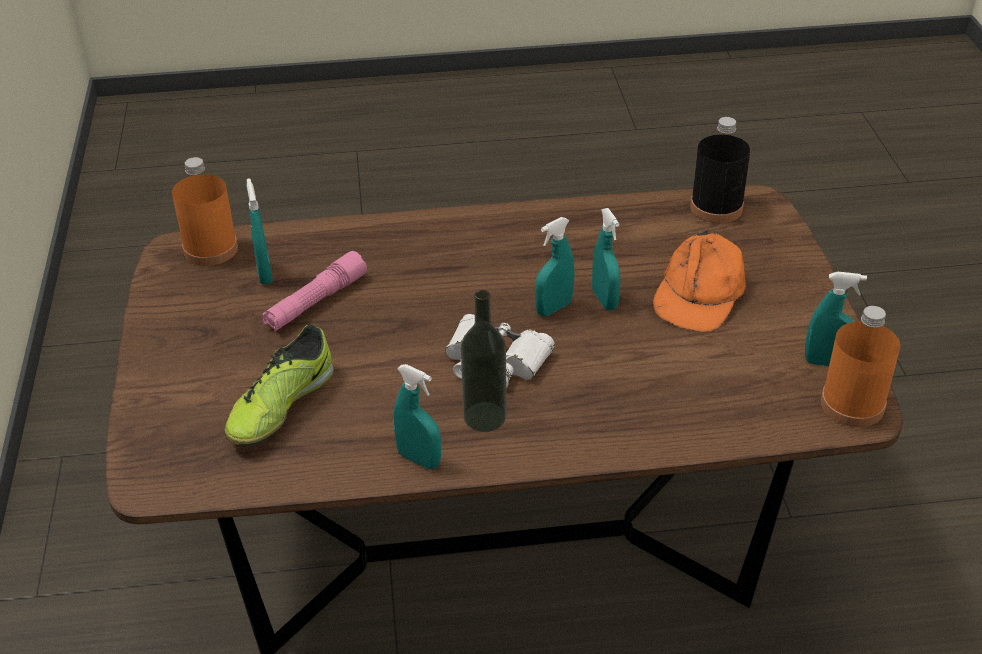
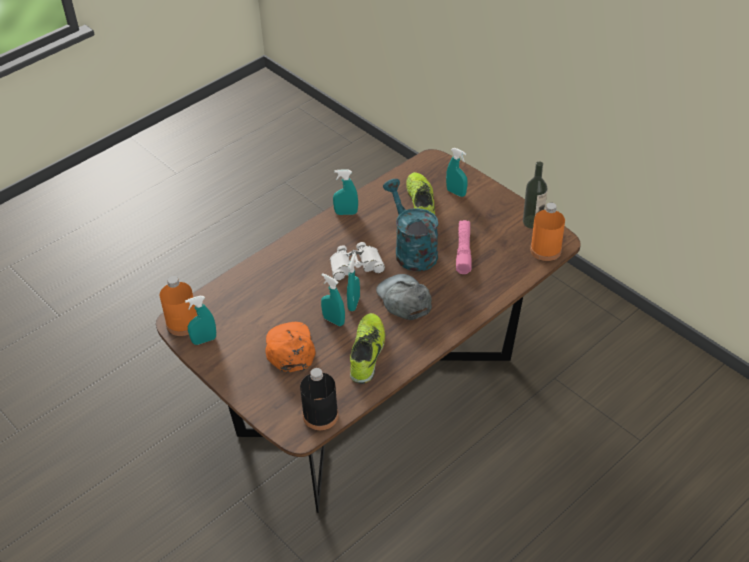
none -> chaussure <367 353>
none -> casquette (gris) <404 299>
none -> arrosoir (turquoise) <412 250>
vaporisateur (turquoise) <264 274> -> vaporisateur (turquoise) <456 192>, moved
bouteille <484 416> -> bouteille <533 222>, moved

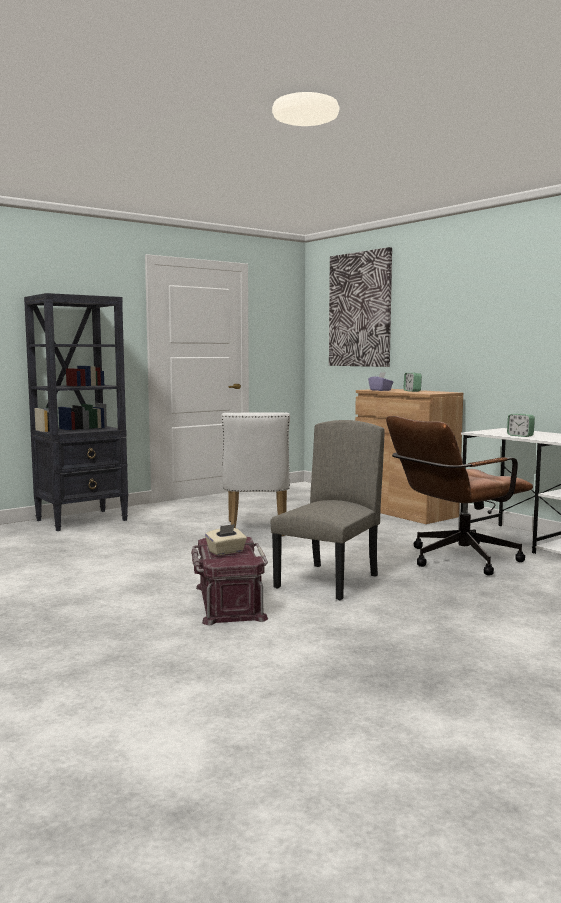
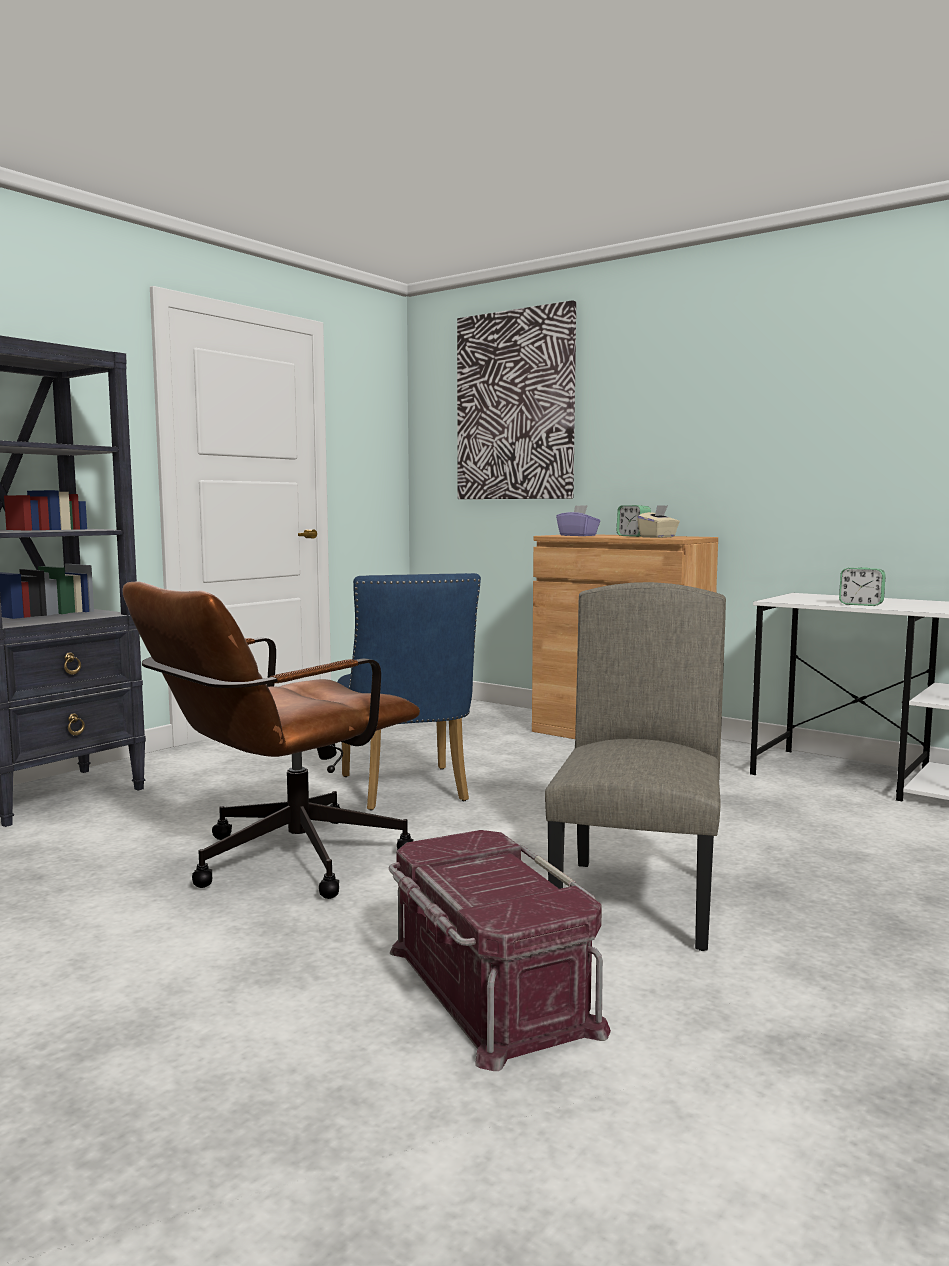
chaise de bureau (marron) <454 560> -> chaise de bureau (marron) <280 863>, moved
chaise (blanc) <256 530> -> chaise (bleu) <406 792>
boîte à mouchoirs (beige) <226 552> -> boîte à mouchoirs (beige) <658 537>, moved

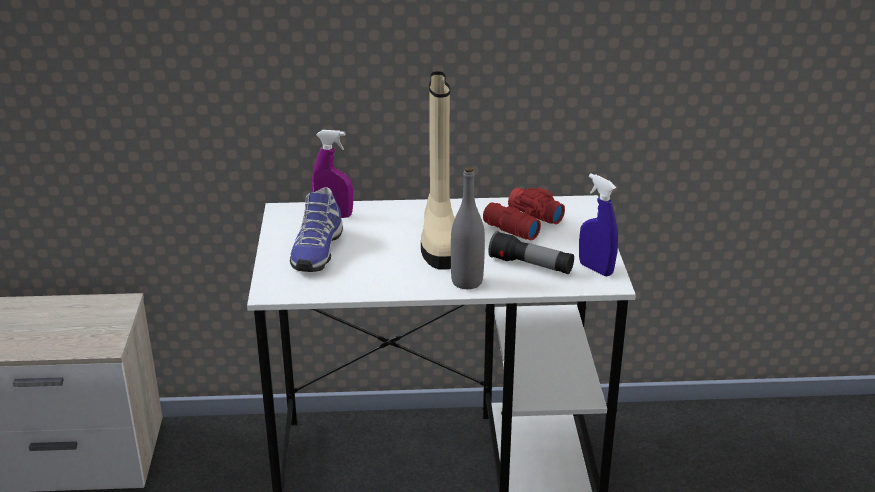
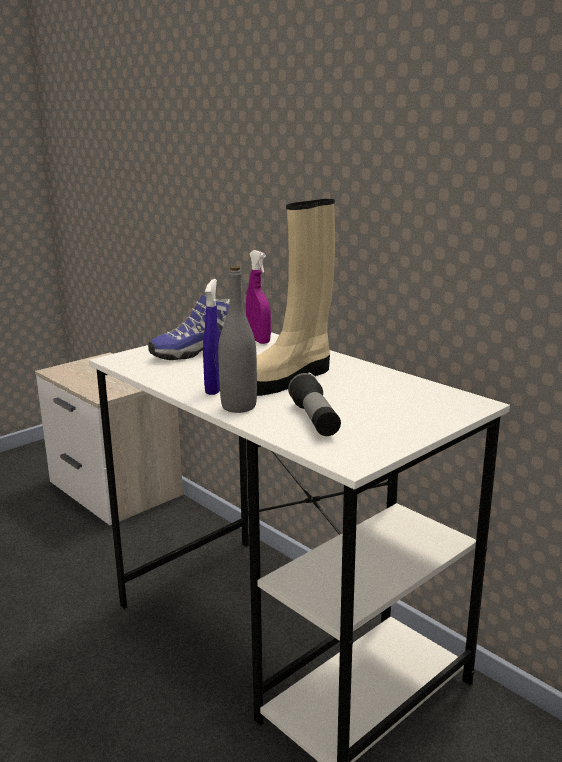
vaporisateur (bleu) <595 269> -> vaporisateur (bleu) <215 388>, moved
jumelles (rouge) <521 223> -> none

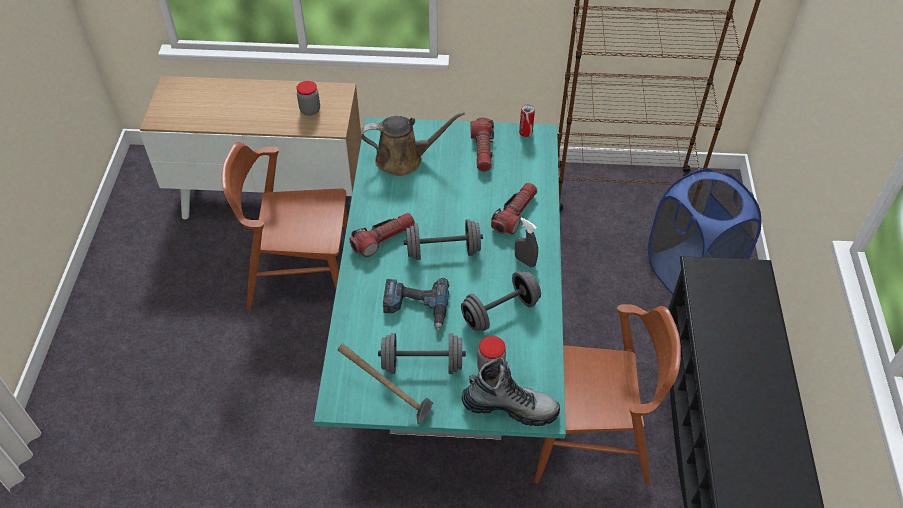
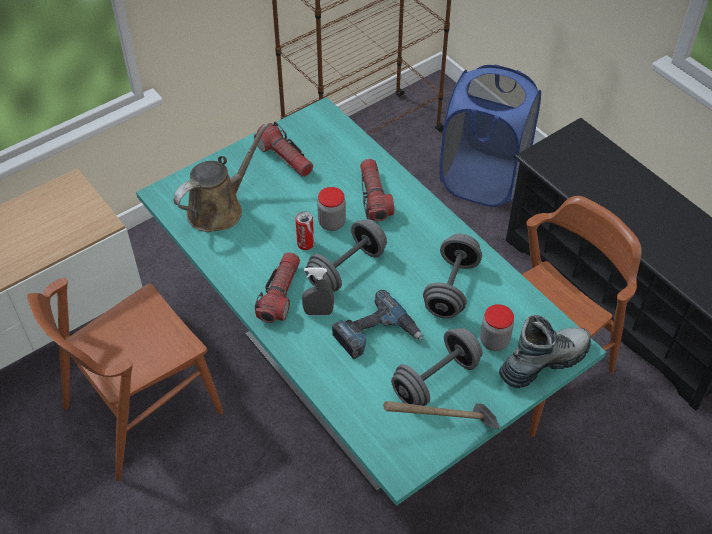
boîte métallique <525 133> -> boîte métallique <305 244>, moved
vaporisateur (gris) <525 261> -> vaporisateur (gris) <318 312>, moved
bocal <310 110> -> bocal <332 223>, moved

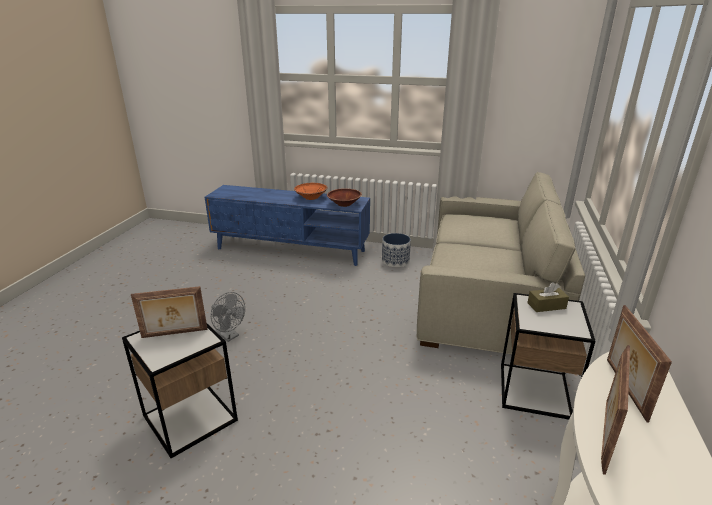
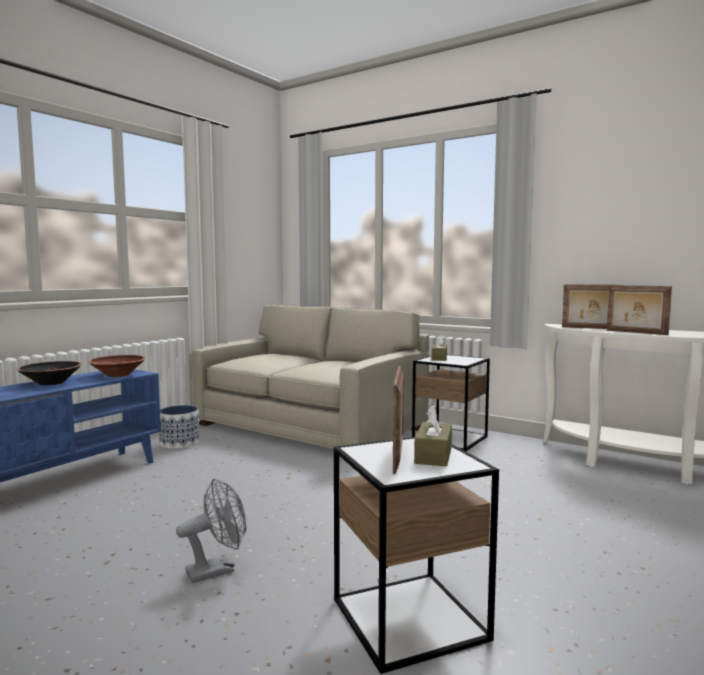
bol (orange) <311 197> -> bol (noir) <51 383>
none -> boîte à mouchoirs (marron) <433 455>

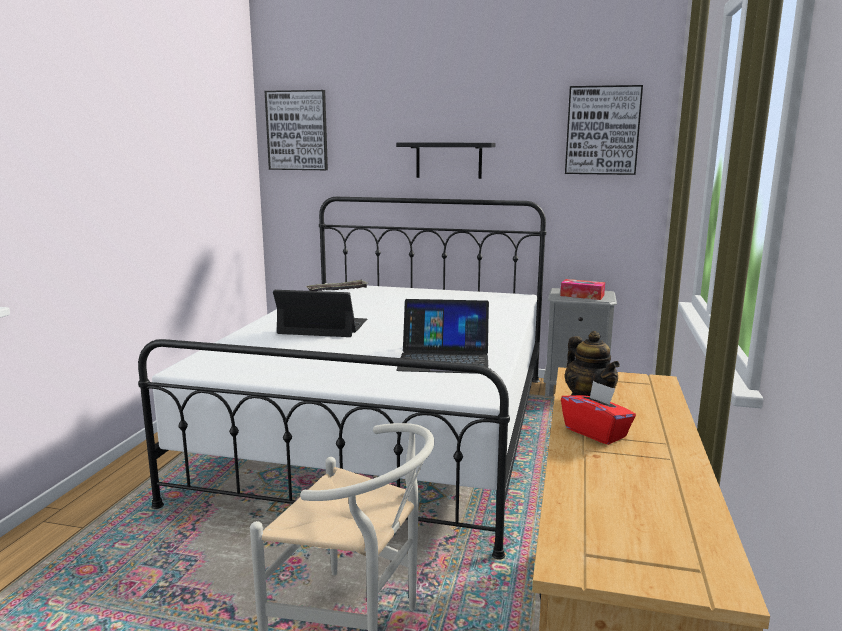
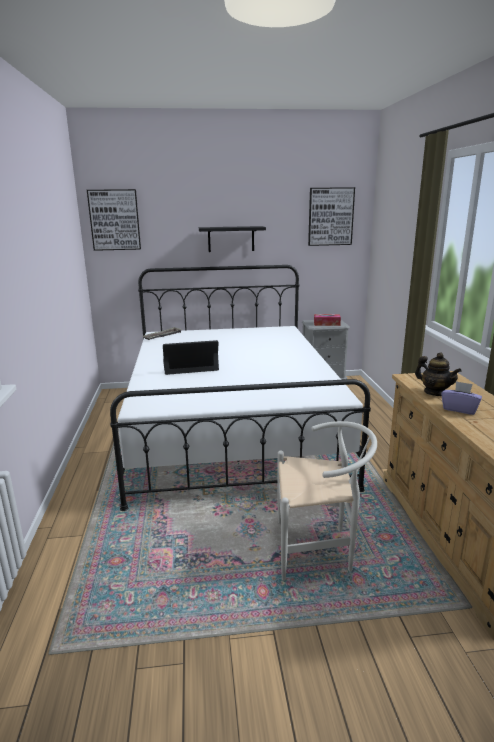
boîte à mouchoirs (rouge) <596 432> -> boîte à mouchoirs (violet) <459 409>
ordinateur portable <444 359> -> none

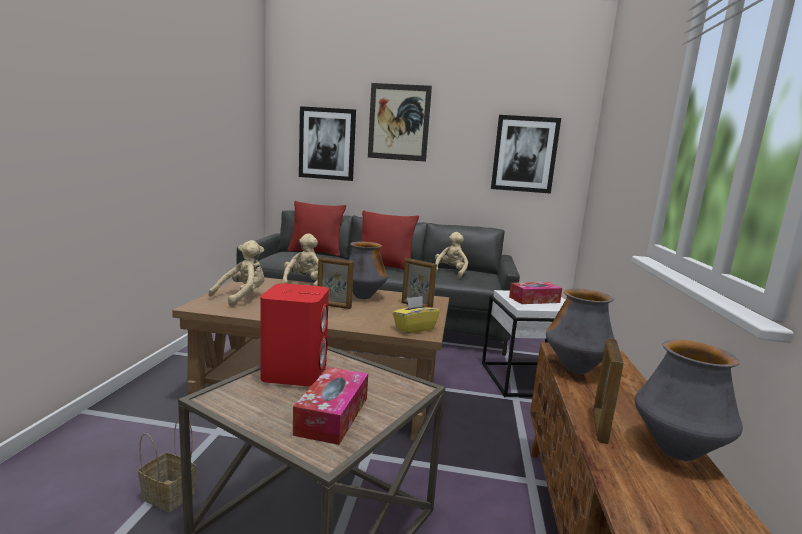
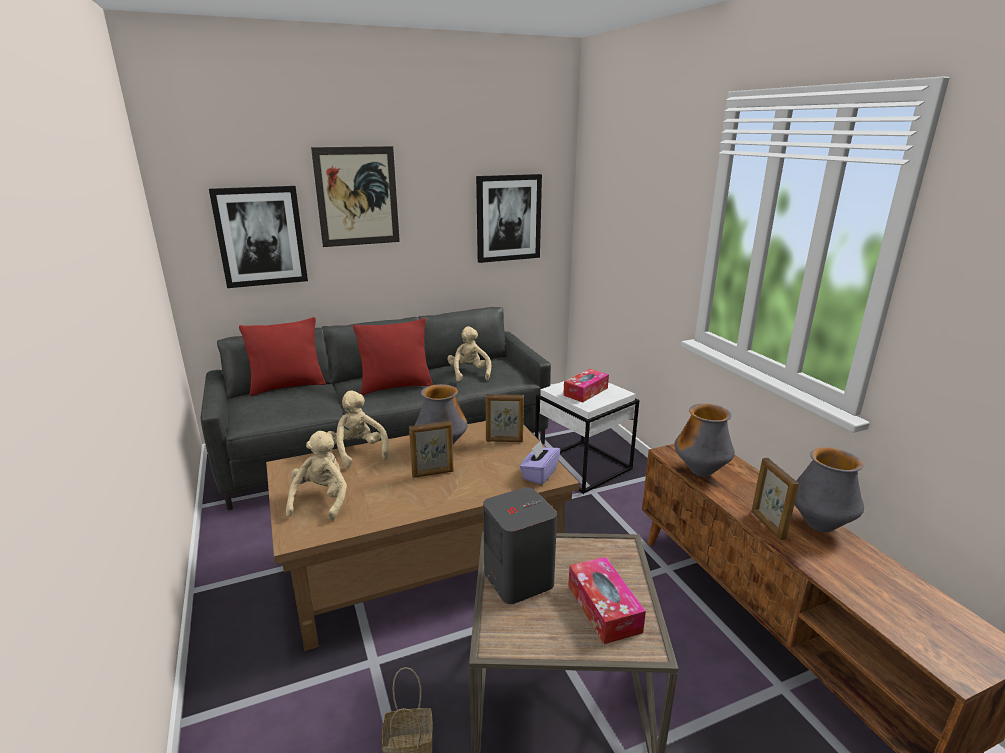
enceinte (rouge) <295 372> -> enceinte (gris) <518 578>
boîte à mouchoirs (jaune) <414 328> -> boîte à mouchoirs (violet) <539 474>

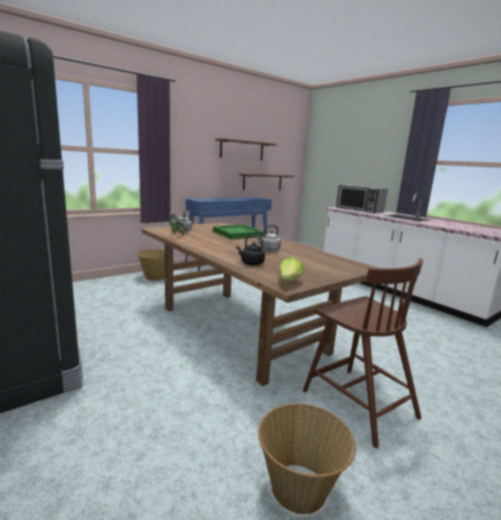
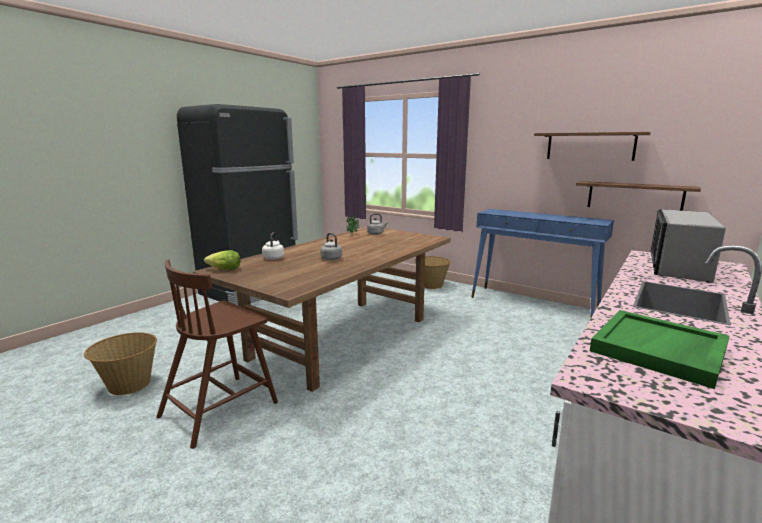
bouilloire (noir) <251 263> -> bouilloire (blanc) <273 258>
plateau (vert) <238 234> -> plateau (vert) <659 350>, moved

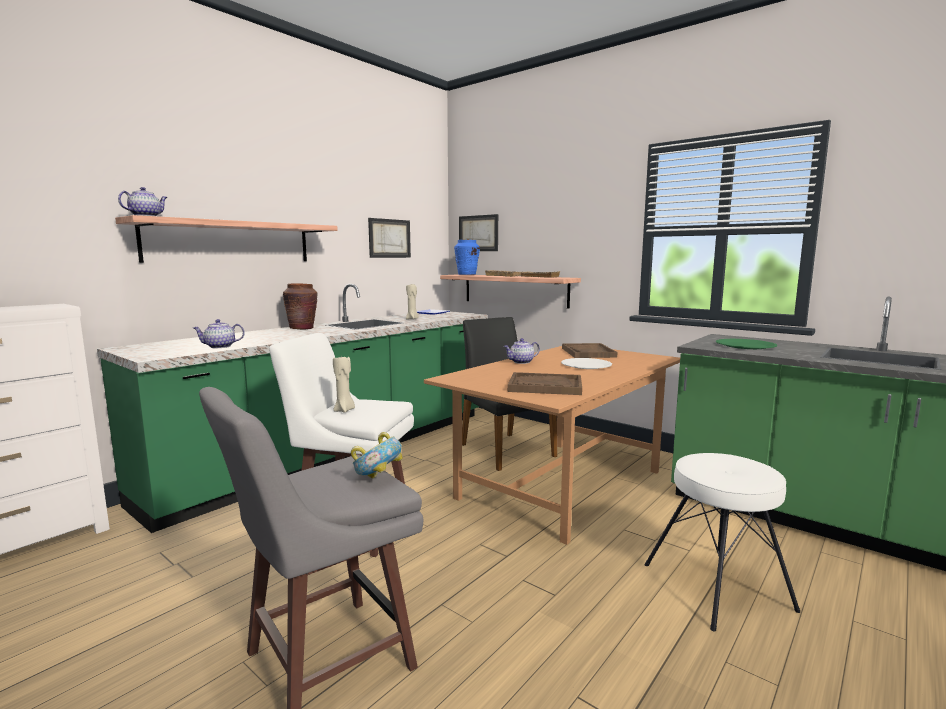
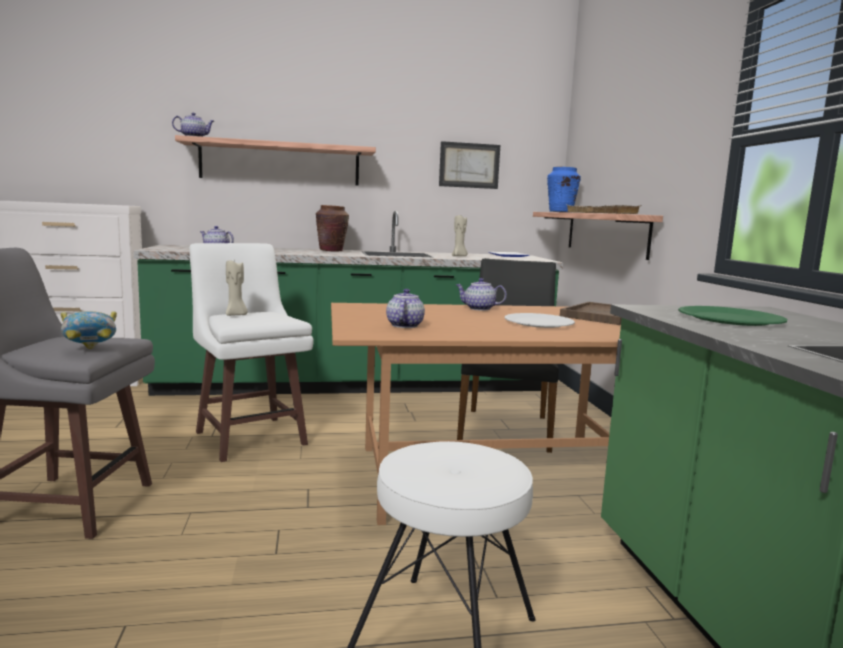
plateau (marron) <545 386> -> théière <404 325>
tableau <478 233> -> none

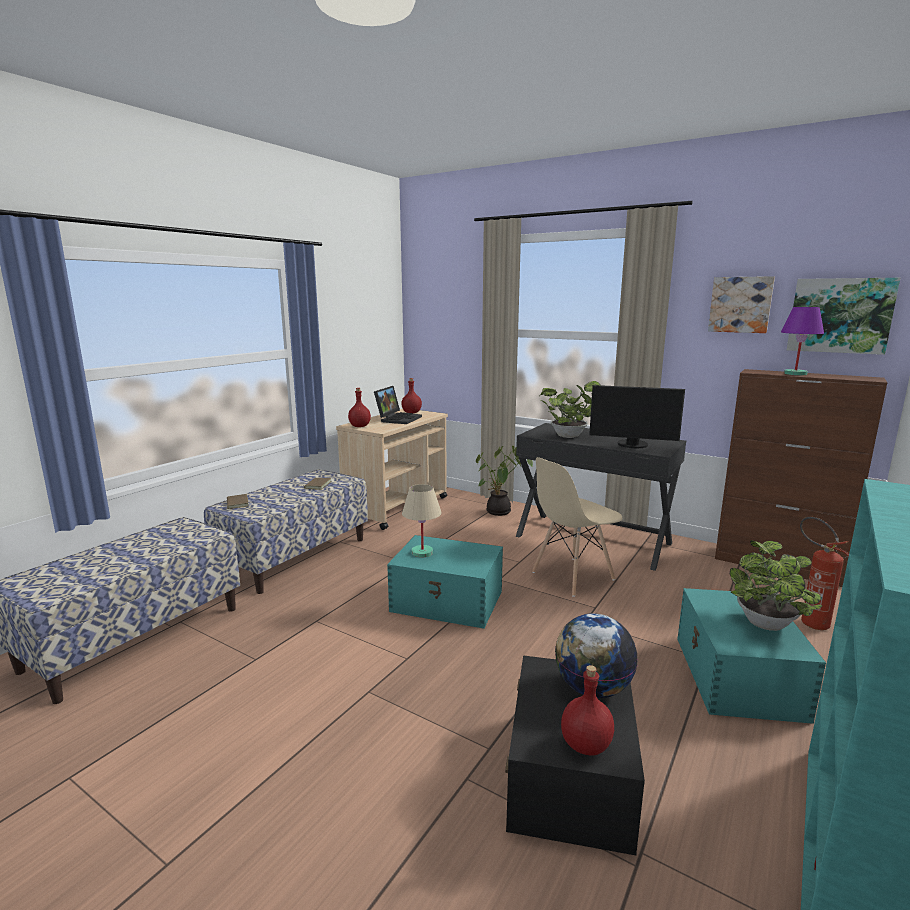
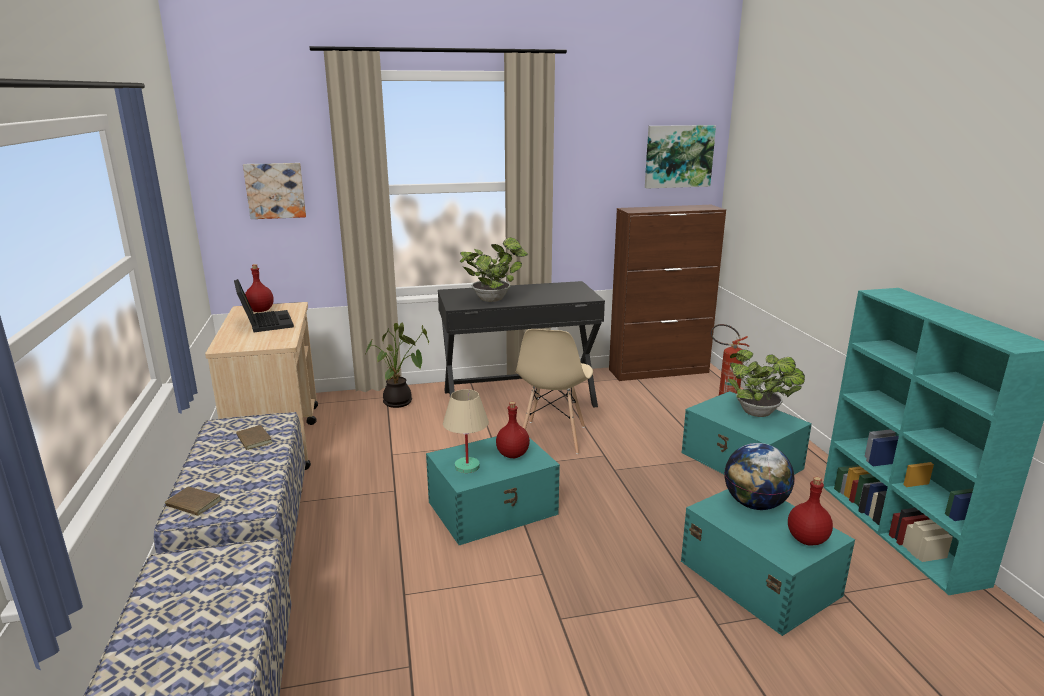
tableau <740 304> -> tableau <275 190>, moved
bouteille (rouge) <360 426> -> bouteille (rouge) <512 454>, moved
boîte de rangement (noir) <571 774> -> boîte de rangement (turquoise) <758 577>
écran d'ordinateur <632 445> -> none
lampe de table (violet) <795 374> -> none

